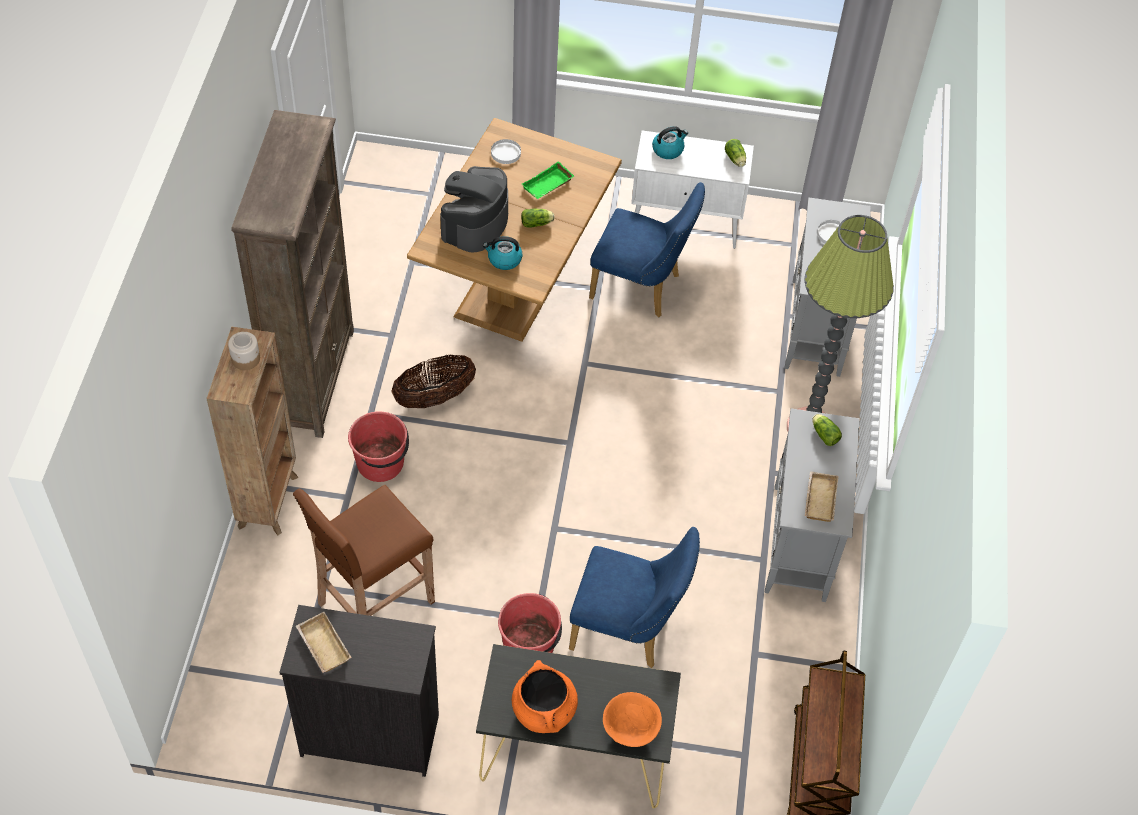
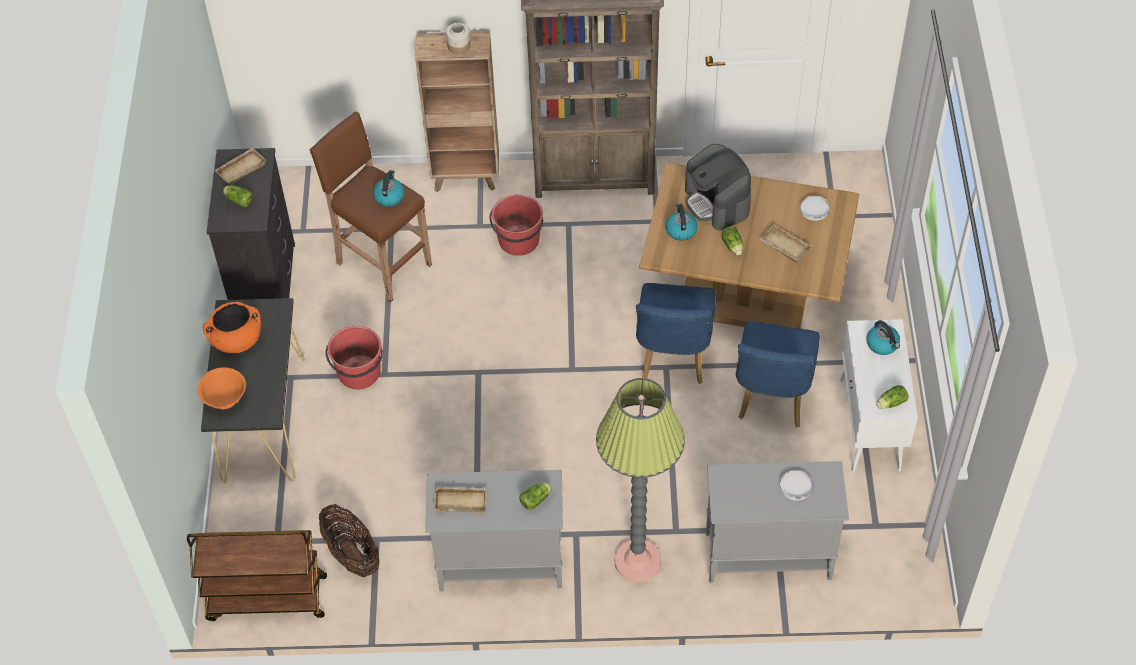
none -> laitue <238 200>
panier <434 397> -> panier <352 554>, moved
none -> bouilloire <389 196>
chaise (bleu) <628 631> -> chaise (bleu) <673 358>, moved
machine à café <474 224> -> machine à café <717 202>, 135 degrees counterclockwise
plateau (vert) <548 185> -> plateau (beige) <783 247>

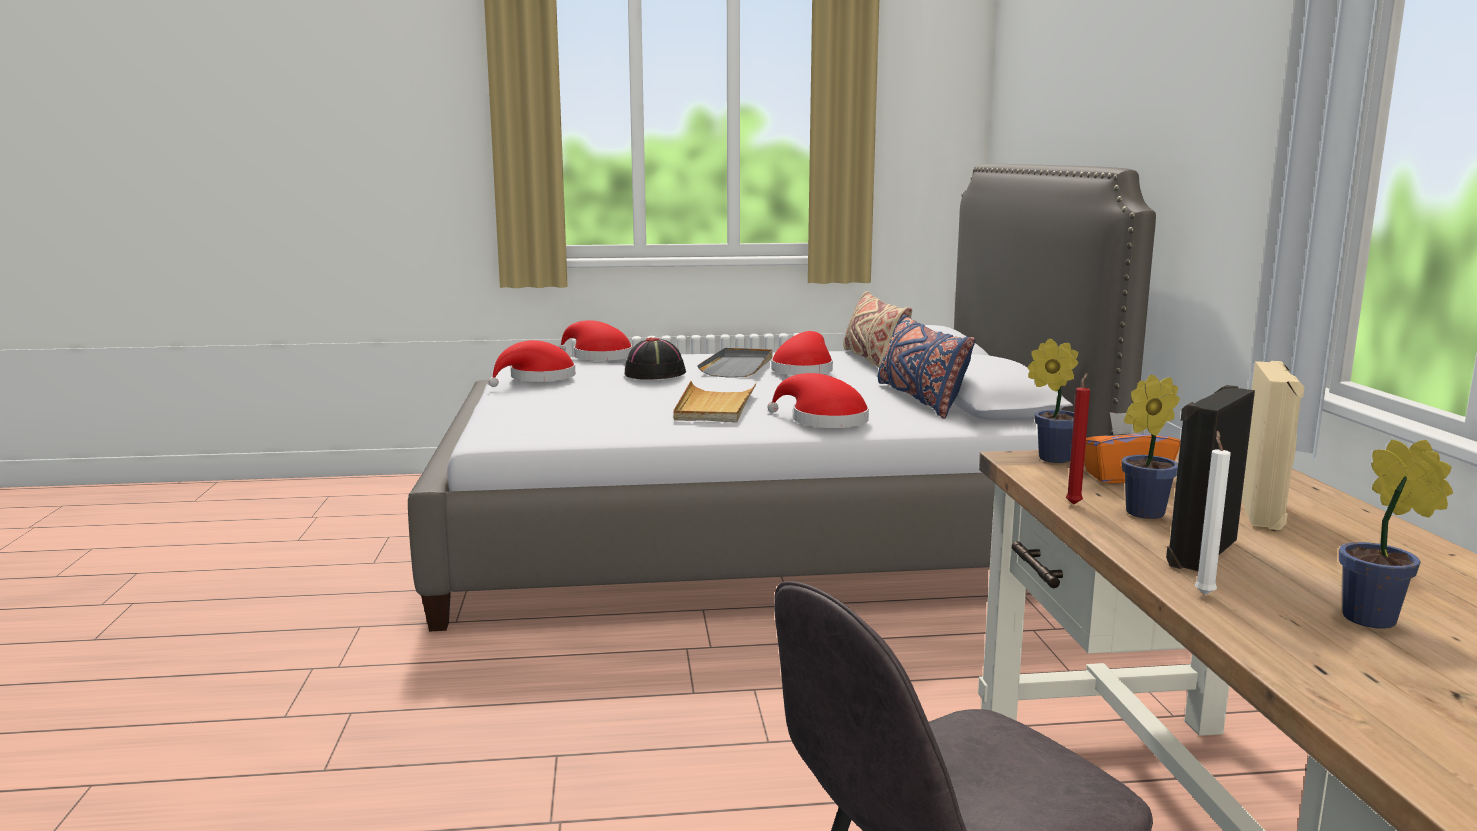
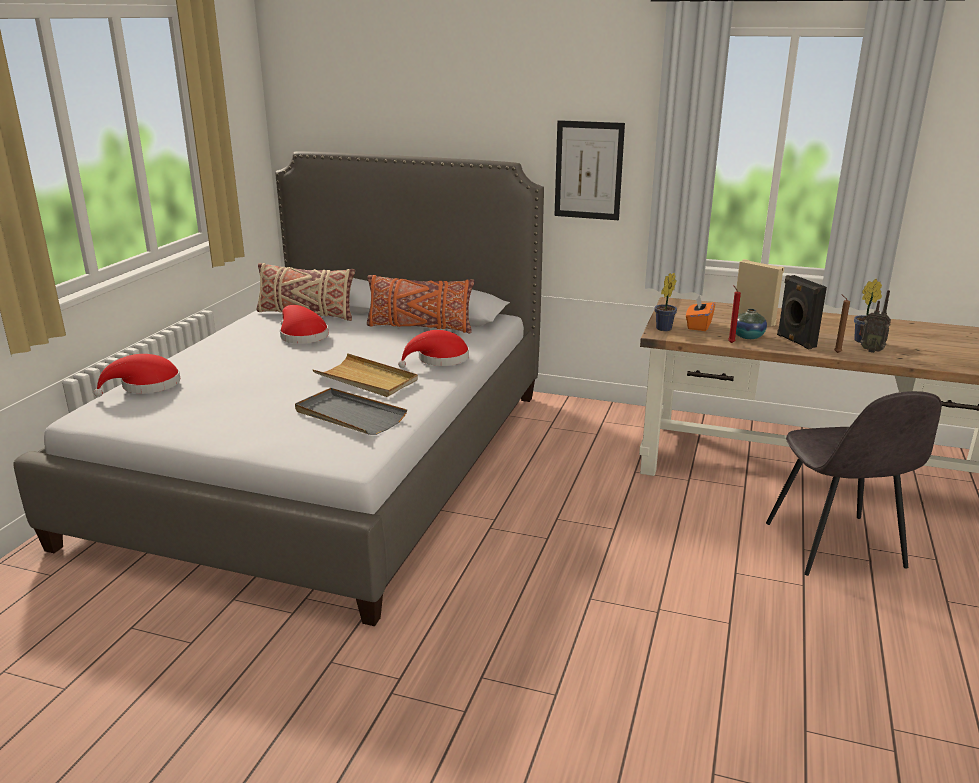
plateau (gris) <738 366> -> plateau (gris) <349 415>, moved
coussin (bleu) <920 399> -> coussin (orange) <419 327>
none -> tableau <588 170>
plante en pot <1140 513> -> vase <748 337>
bougie (blanc) <1204 593> -> bougie (marron) <836 352>
none -> radio <870 350>
chapeau (rouge) <538 378> -> none
chapeau (noir) <655 373> -> none

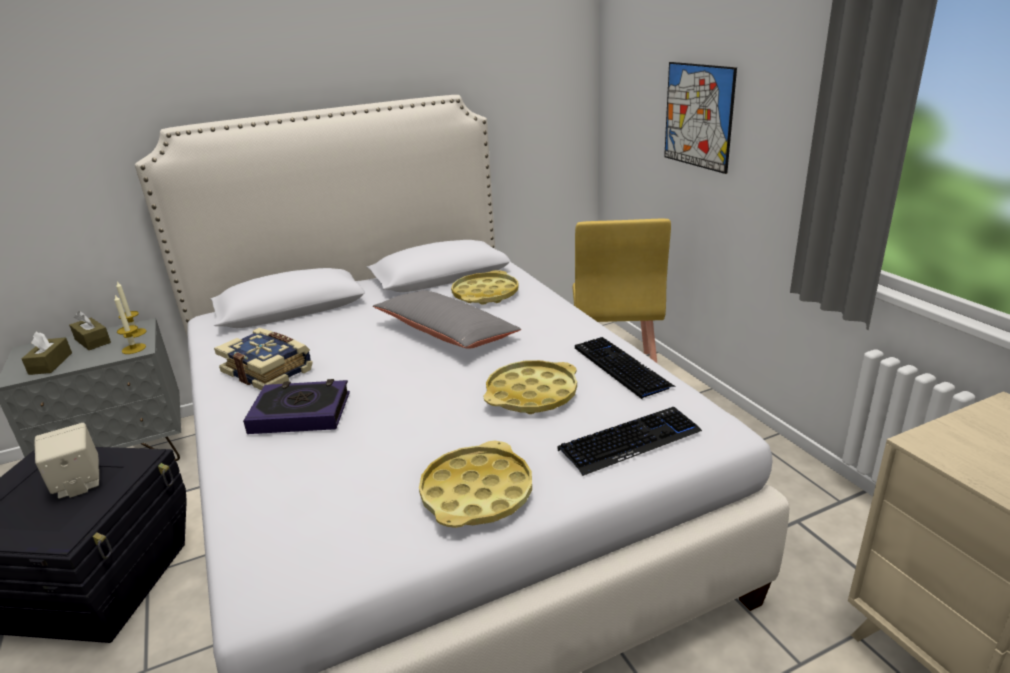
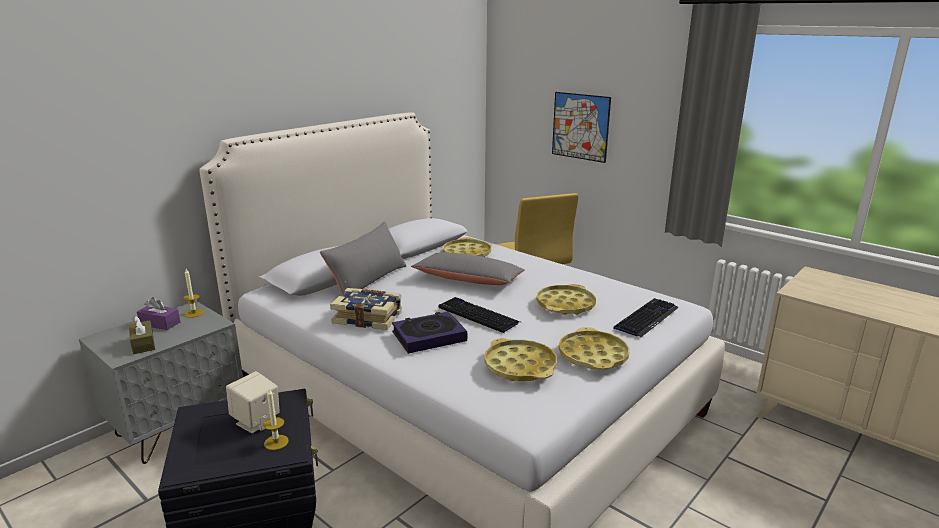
boîte à mouchoirs (marron) <93 341> -> boîte à mouchoirs (violet) <160 323>
bougie <134 349> -> bougie <276 442>, moved
none -> coussin (gris) <367 281>
clavier <621 368> -> clavier <478 315>, moved
none -> plateau (jaune) <520 366>

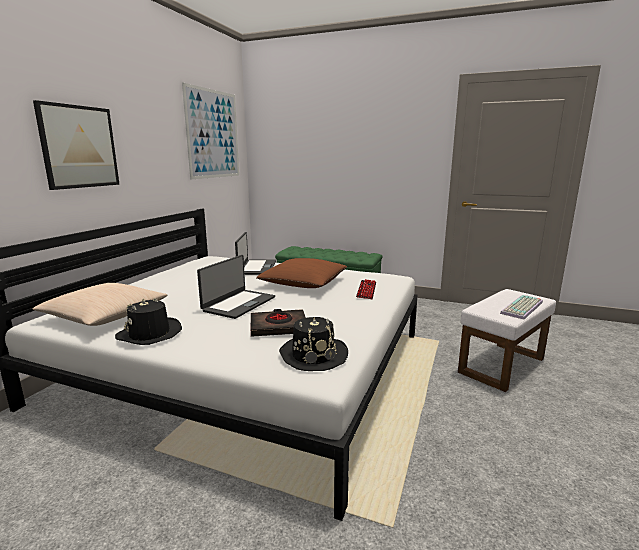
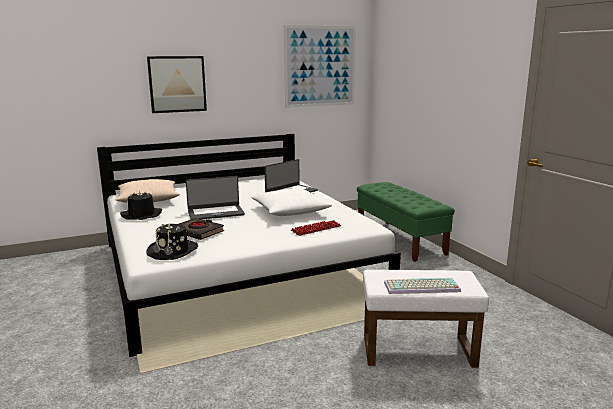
coussin (marron) <303 283> -> coussin (blanc) <290 211>

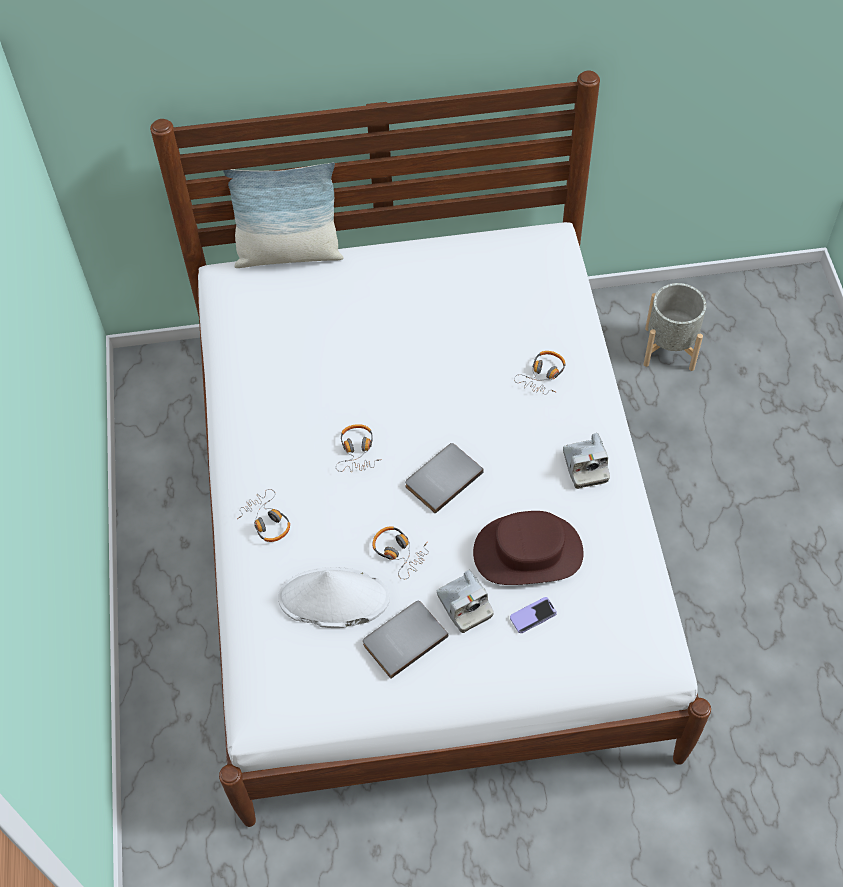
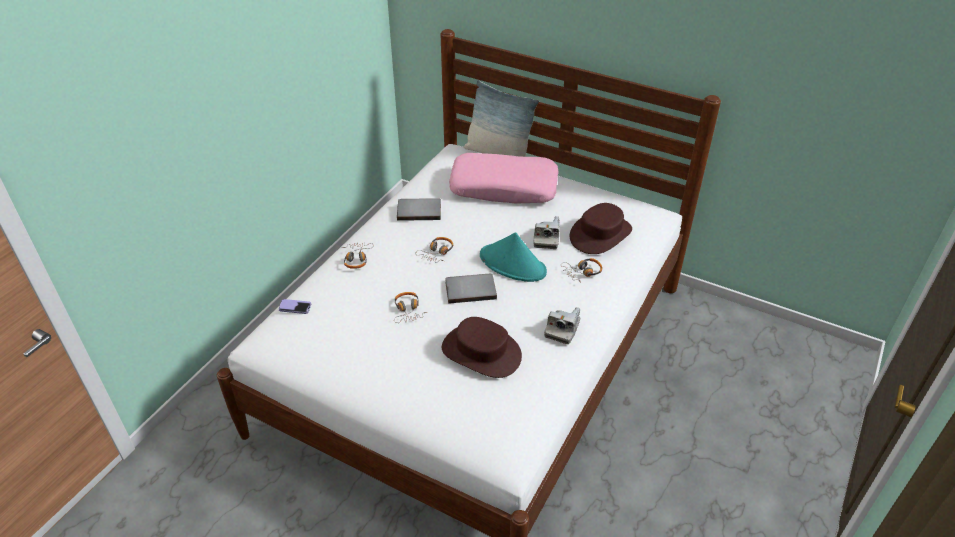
téléphone <533 615> -> téléphone <295 307>, moved
livre (gris) <403 638> -> livre (gris) <419 210>, moved
none -> coussin (rose) <504 187>
none -> chapeau (turquoise) <513 264>
appareil photo <464 606> -> appareil photo <546 238>, moved
none -> chapeau (marron) <600 234>
chapeau (blanc) <333 599> -> none
cache-pot (gris) <669 348> -> none

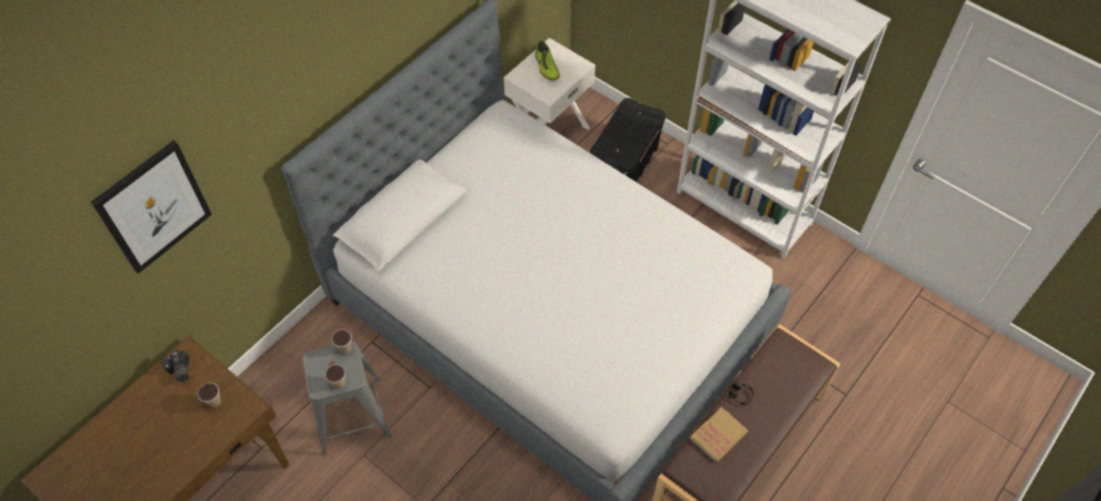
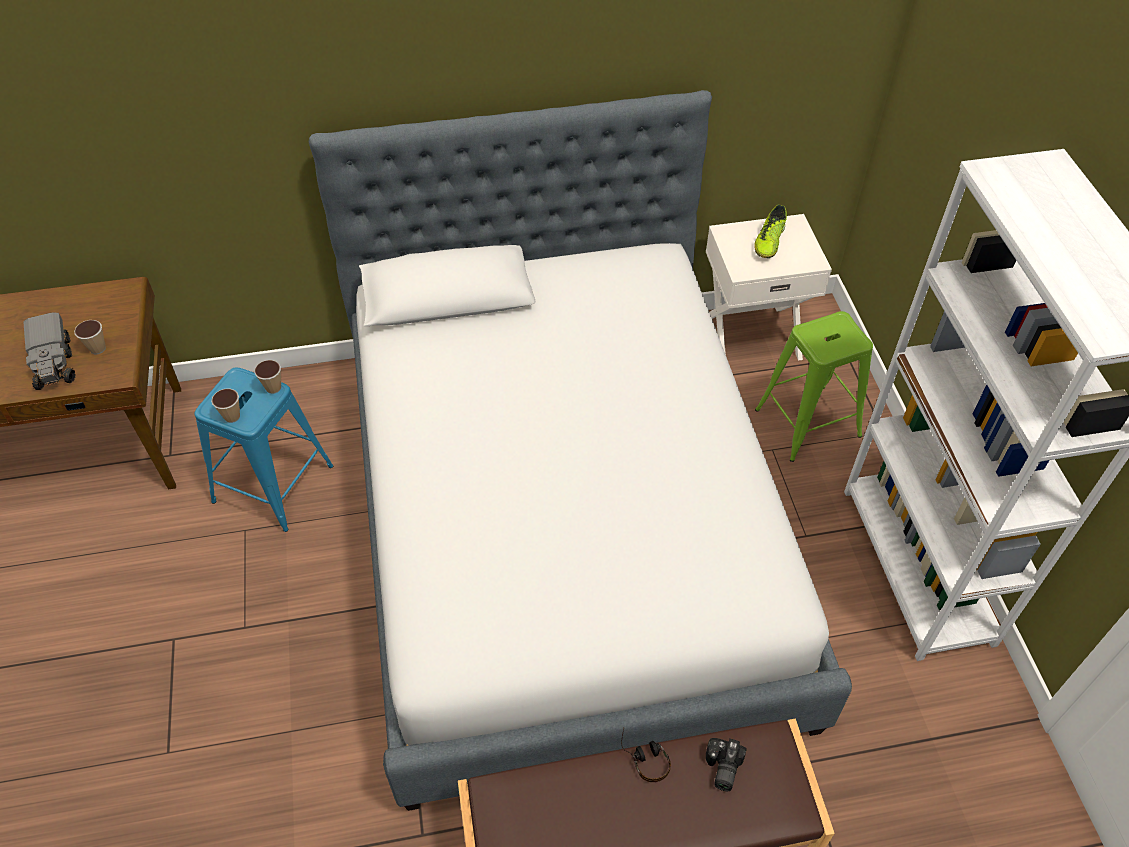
none -> camion jouet <54 364>
tabouret (gris) <351 415> -> tabouret (bleu) <273 483>
appareil photo <179 371> -> appareil photo <721 768>, moved
boîte de rangement (noir) <625 164> -> tabouret (vert) <808 422>
tableau <153 207> -> none
livre <718 435> -> none

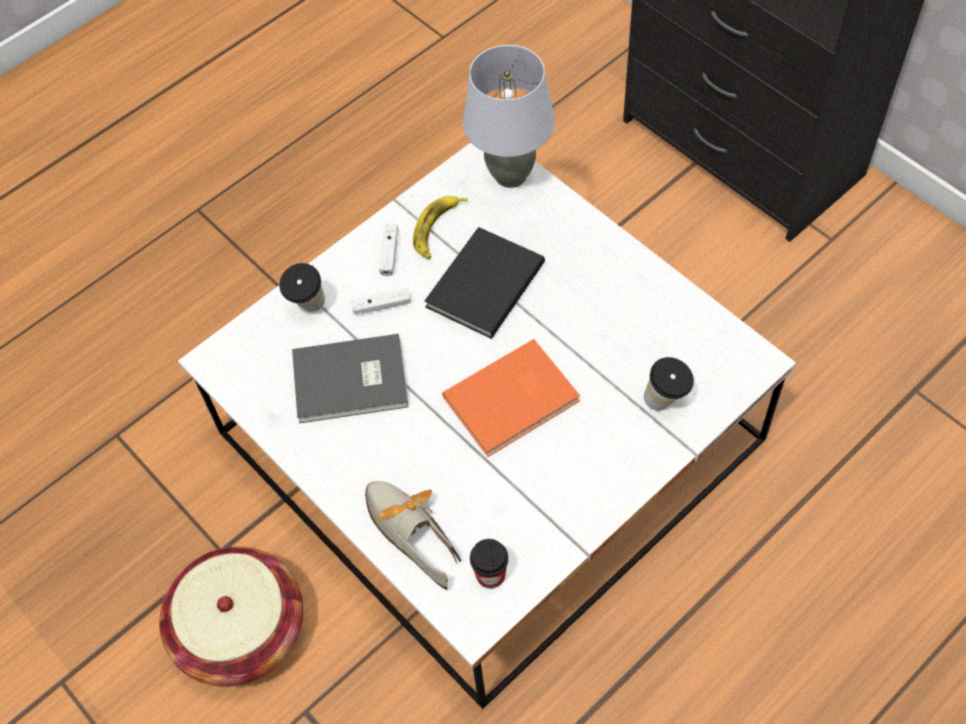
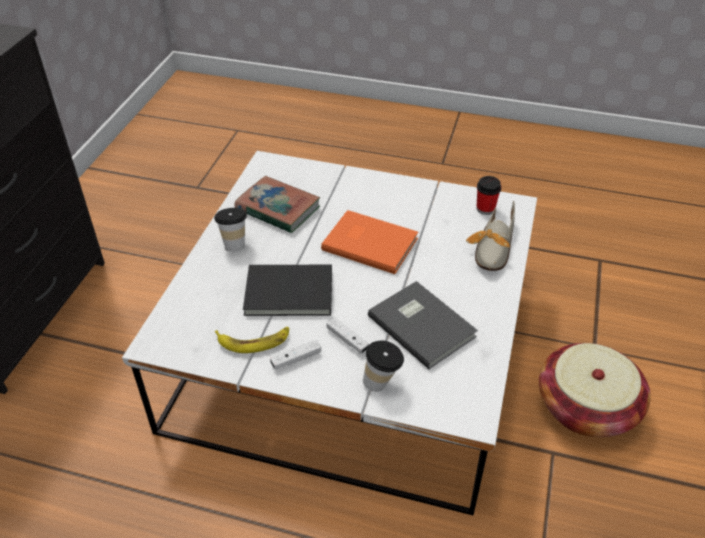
tasse <666 402> -> tasse <234 244>, moved
none -> livre <278 209>
lampe de table (gris) <510 175> -> none

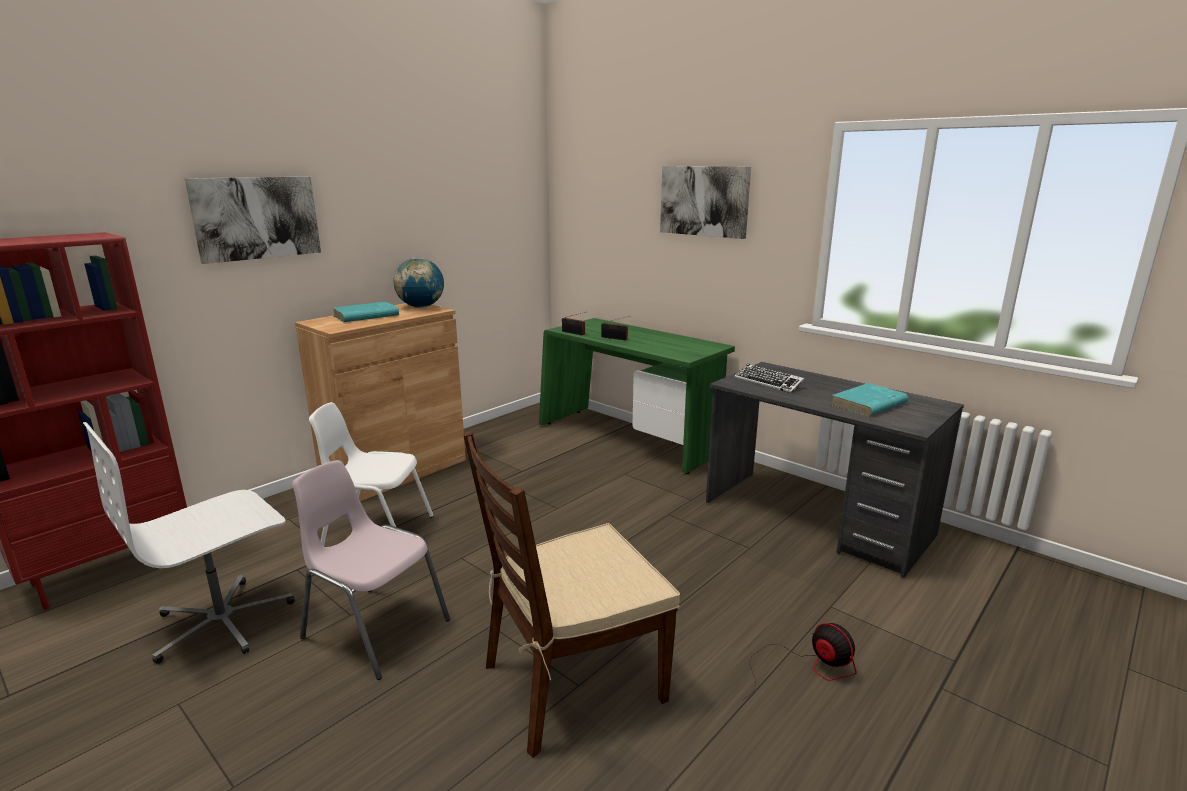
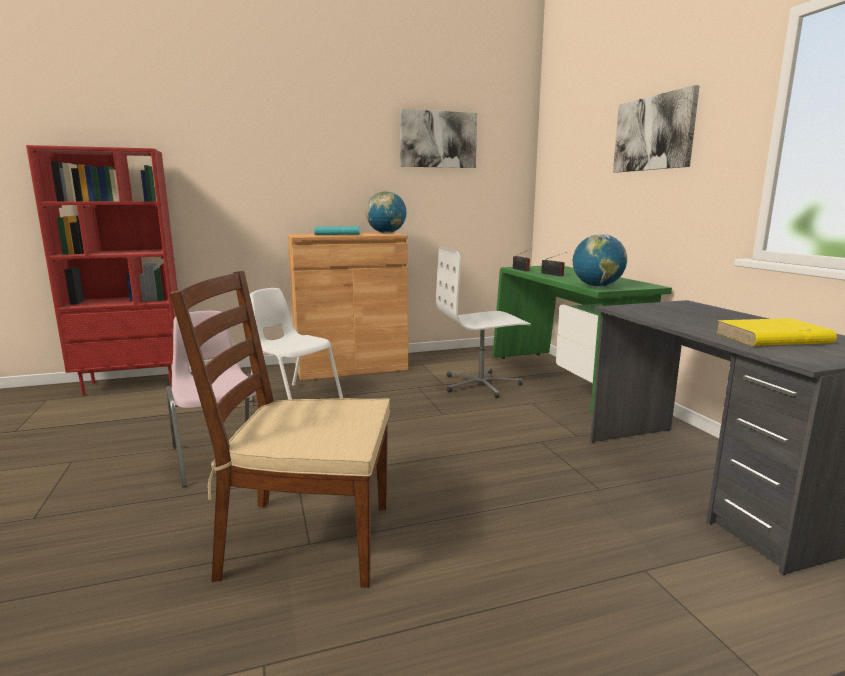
tableau <256 218> -> tableau <438 139>, moved
chaise de bureau (blanc) <223 622> -> chaise de bureau (blanc) <481 384>, moved
none -> globe <597 286>
livre (turquoise) <868 404> -> livre (jaune) <771 338>
clavier <768 382> -> none
ventilateur <806 667> -> none

